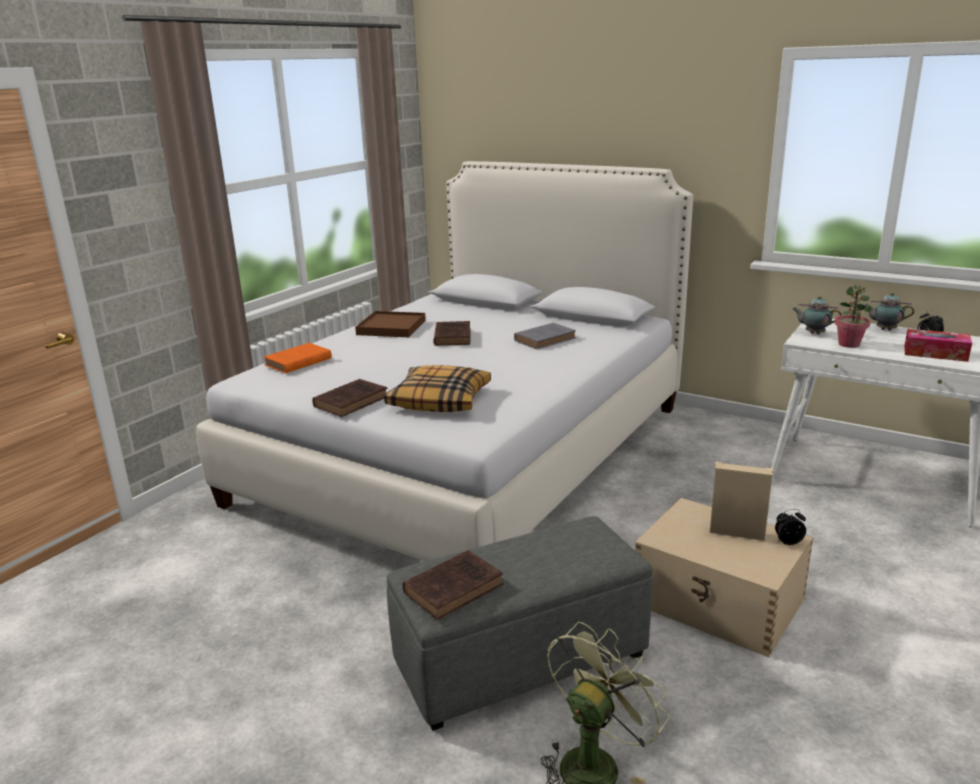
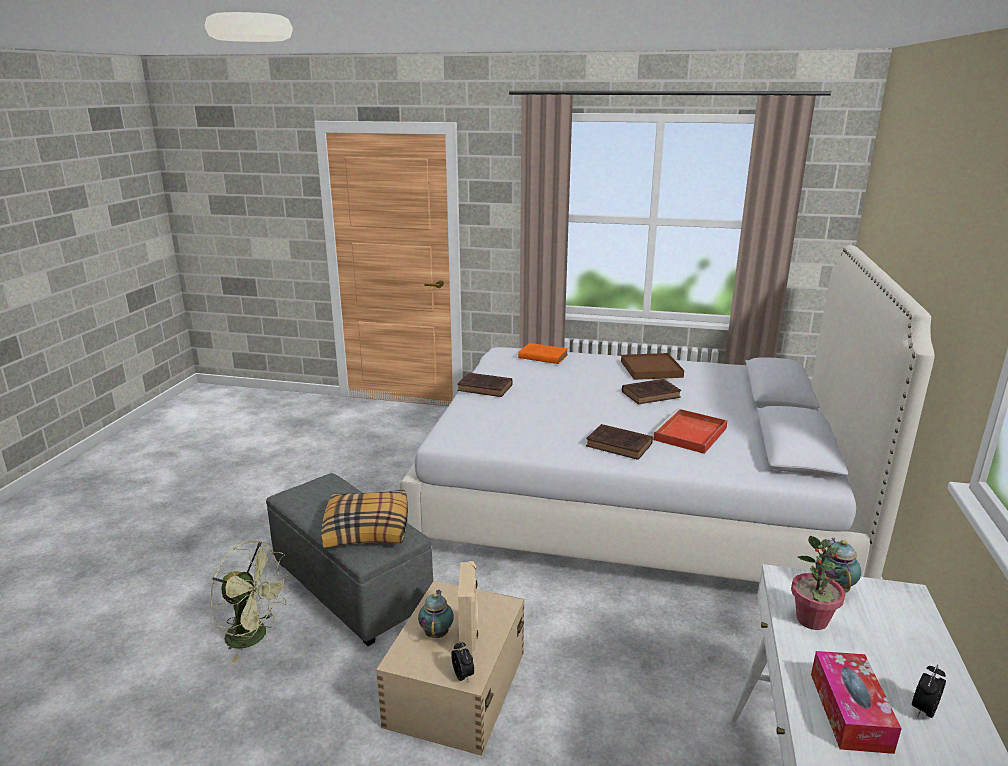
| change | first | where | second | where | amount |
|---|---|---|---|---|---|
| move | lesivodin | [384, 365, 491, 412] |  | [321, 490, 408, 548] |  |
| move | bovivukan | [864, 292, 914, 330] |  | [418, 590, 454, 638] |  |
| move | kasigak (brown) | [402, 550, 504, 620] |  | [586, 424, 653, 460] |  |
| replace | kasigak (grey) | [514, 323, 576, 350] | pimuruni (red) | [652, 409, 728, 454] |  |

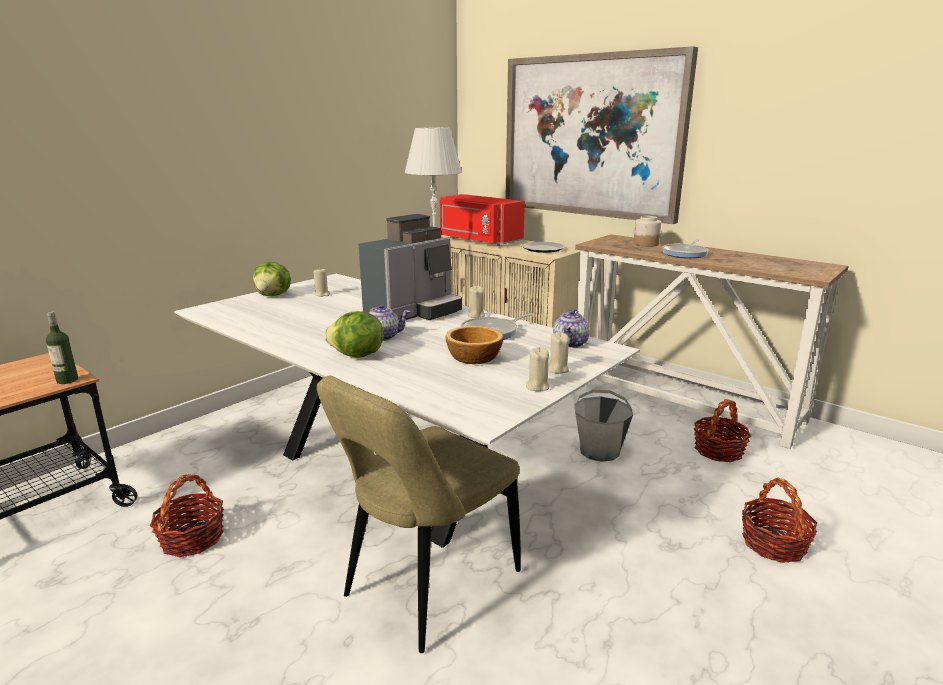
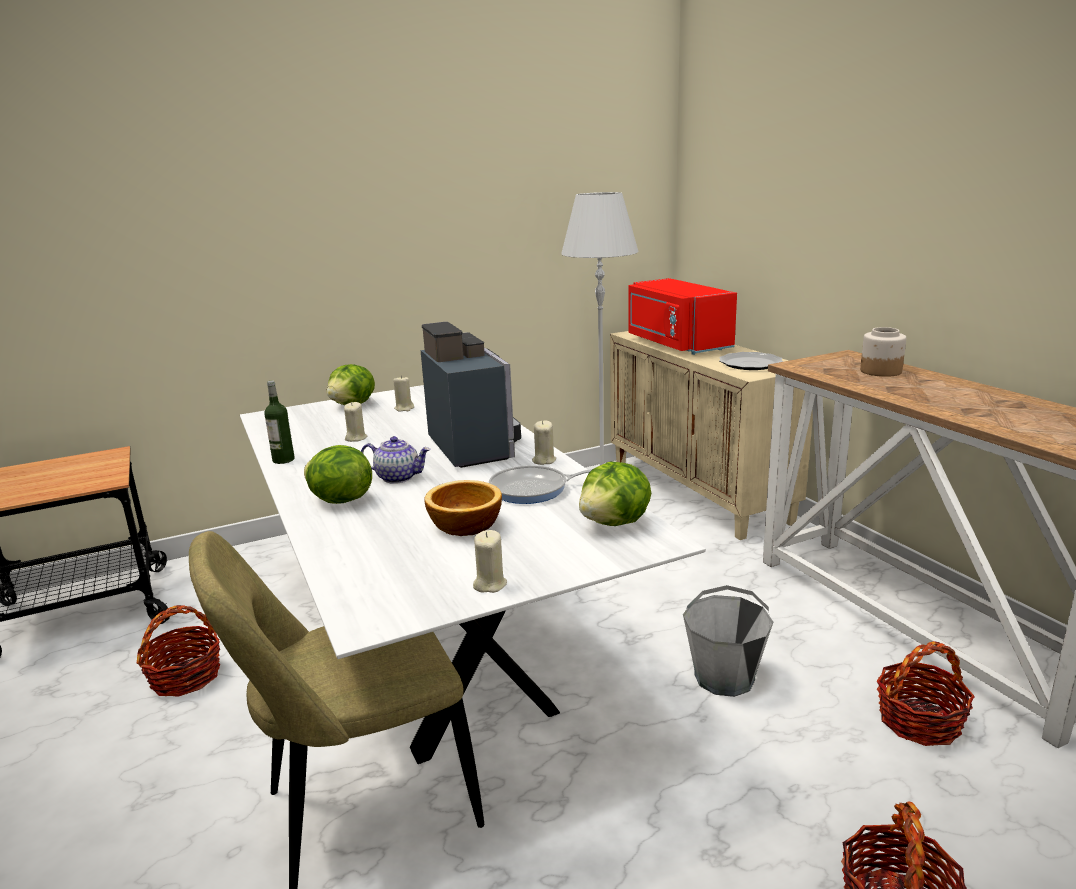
| change | first | where | second | where | amount |
|---|---|---|---|---|---|
| move | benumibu | [46, 311, 78, 384] |  | [264, 381, 295, 464] |  |
| move | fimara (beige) | [548, 332, 569, 374] |  | [344, 402, 367, 442] |  |
| rotate | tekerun | [359, 214, 462, 320] |  | [421, 322, 521, 468] | 90 degrees counterclockwise |
| replace | bovivukan | [553, 310, 590, 348] | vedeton | [579, 462, 651, 526] |  |
| delete | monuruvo | [505, 46, 698, 224] |  |  |  |
| delete | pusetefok | [662, 239, 709, 258] |  |  |  |

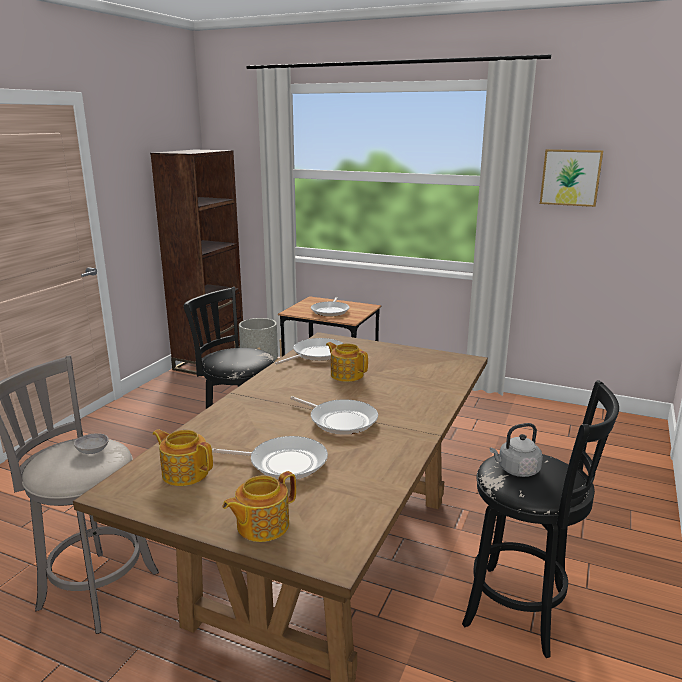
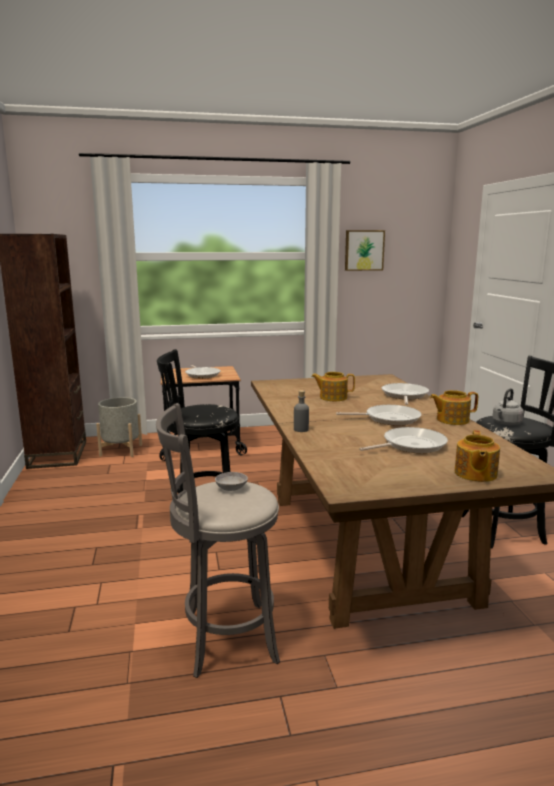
| change | first | where | second | where | amount |
|---|---|---|---|---|---|
| insert |  |  | benumibu (grey) | [294, 390, 309, 432] |  |
| move | pusetefok | [275, 338, 344, 365] |  | [382, 383, 429, 405] |  |
| move | bovivukan | [152, 429, 213, 486] |  | [430, 390, 478, 425] |  |

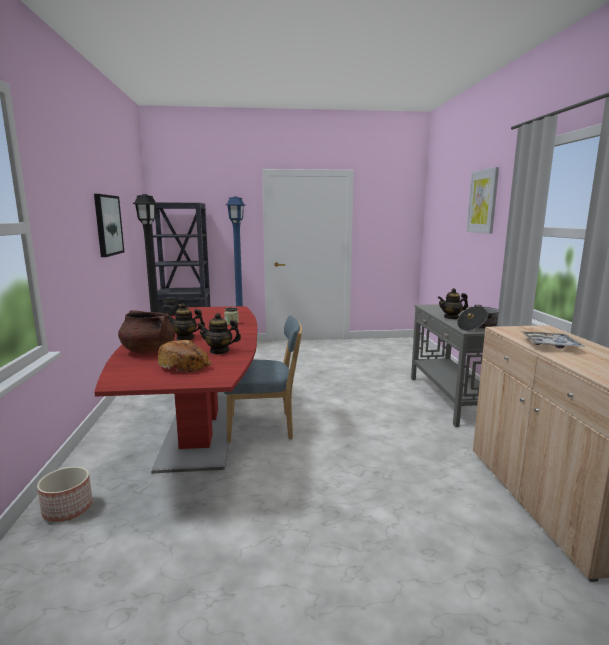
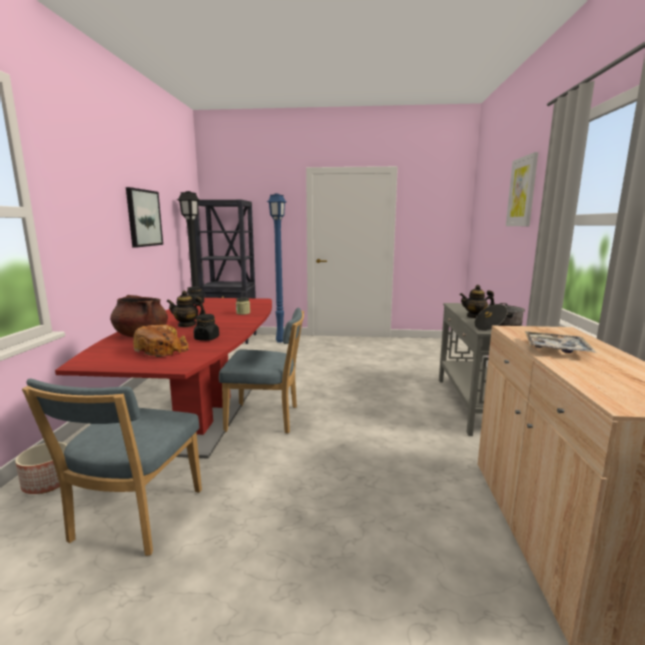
| change | first | where | second | where | amount |
|---|---|---|---|---|---|
| insert |  |  | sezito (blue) | [22, 379, 202, 556] |  |
| replace | bovivukan | [198, 313, 241, 354] | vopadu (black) | [194, 314, 219, 341] |  |

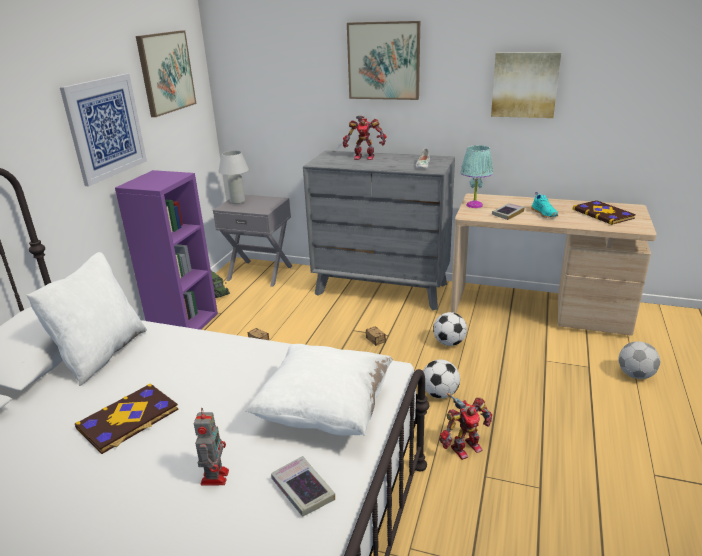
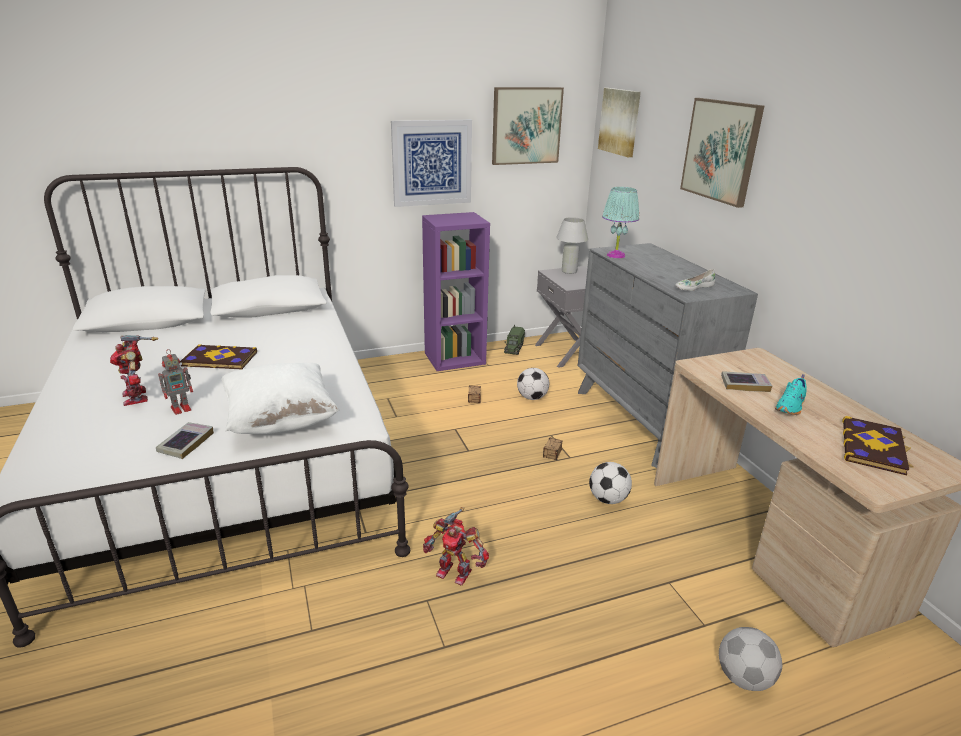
| change | first | where | second | where | amount |
|---|---|---|---|---|---|
| move | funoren | [343, 116, 387, 160] |  | [110, 335, 158, 406] |  |
| move | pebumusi | [423, 359, 460, 398] |  | [517, 368, 549, 400] |  |
| move | monuruvo | [491, 52, 561, 118] |  | [598, 88, 641, 157] |  |
| move | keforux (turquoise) | [461, 145, 493, 208] |  | [602, 187, 639, 258] |  |
| delete | lesivodin (white) | [26, 252, 147, 386] |  |  |  |

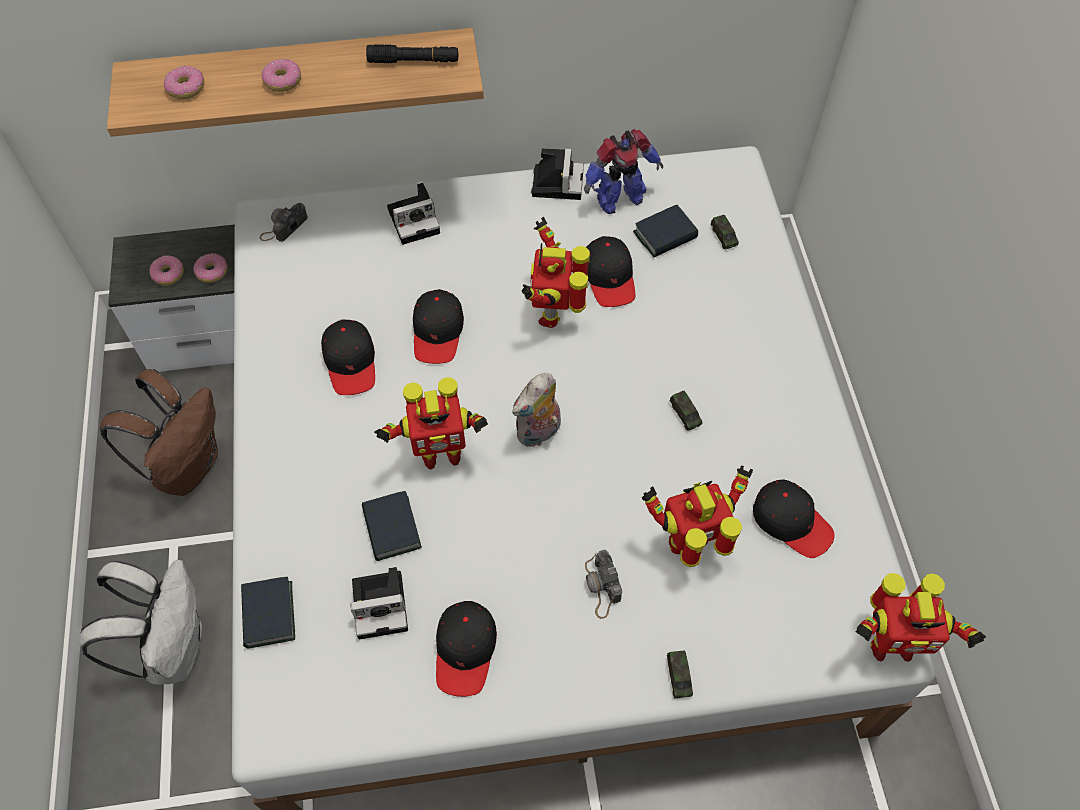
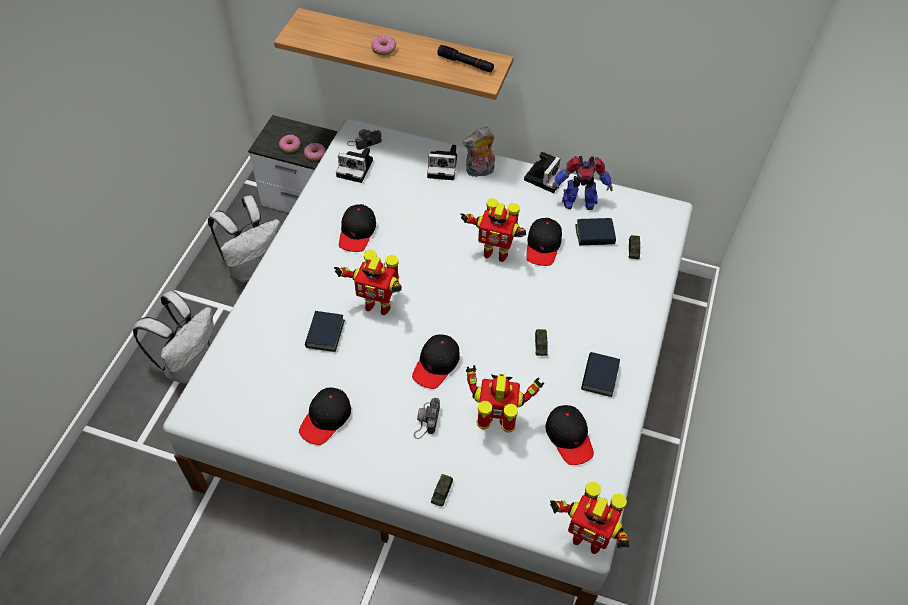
| change | first | where | second | where | amount |
|---|---|---|---|---|---|
| recolor | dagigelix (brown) | [100, 369, 218, 496] | dagigelix (white) | [208, 196, 281, 282] |  |
| move | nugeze | [350, 567, 408, 640] |  | [336, 147, 373, 183] |  |
| move | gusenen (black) | [413, 289, 464, 364] |  | [412, 334, 460, 389] |  |
| rotate | funoren | [522, 217, 590, 328] |  | [460, 198, 526, 262] | 105 degrees counterclockwise |
| move | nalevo | [513, 373, 561, 447] |  | [463, 127, 495, 177] |  |
| move | kasigak | [241, 577, 295, 649] |  | [581, 352, 620, 397] |  |
| delete | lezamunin | [164, 66, 204, 99] |  |  |  |

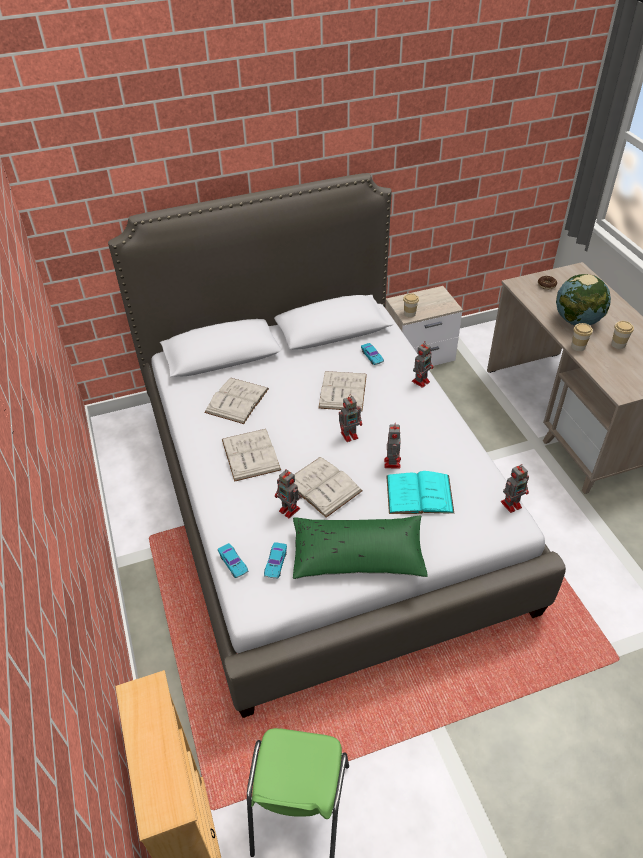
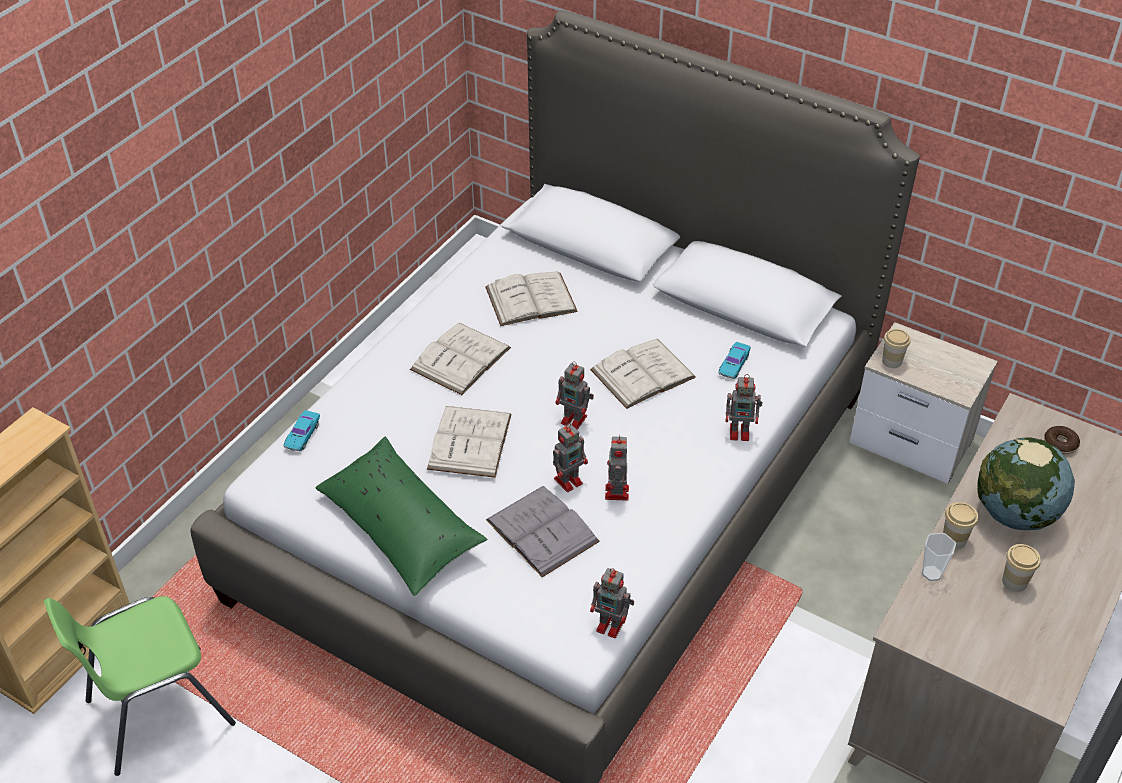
| change | first | where | second | where | amount |
|---|---|---|---|---|---|
| recolor | kasigak (turquoise) | [386, 471, 454, 514] | kasigak (grey) | [486, 486, 600, 577] |  |
| move | funoren | [275, 469, 302, 518] |  | [605, 434, 629, 501] |  |
| insert |  |  | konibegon | [922, 533, 956, 581] |  |
| delete | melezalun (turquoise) | [264, 542, 287, 578] |  |  |  |

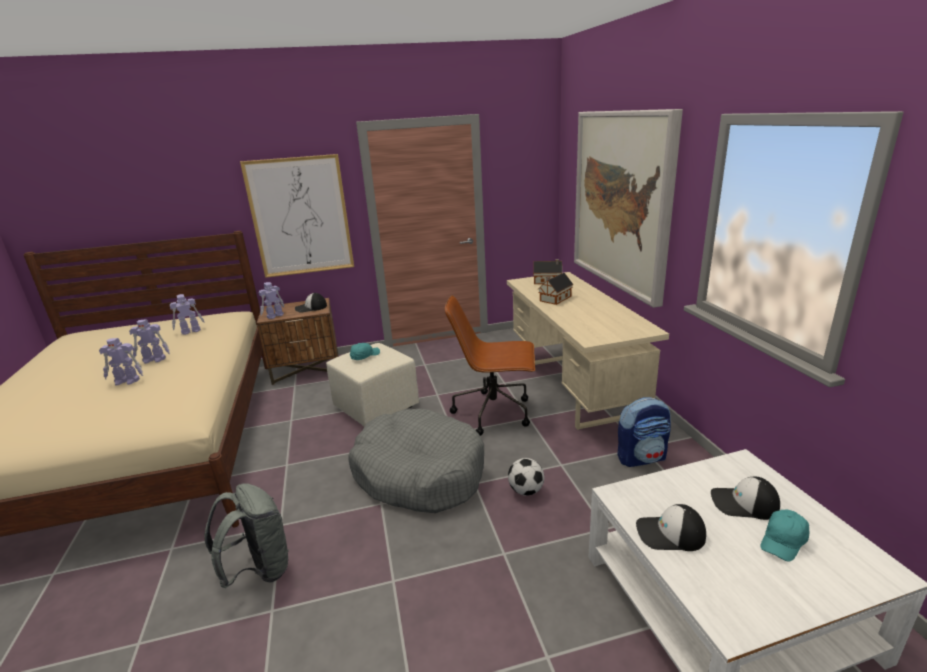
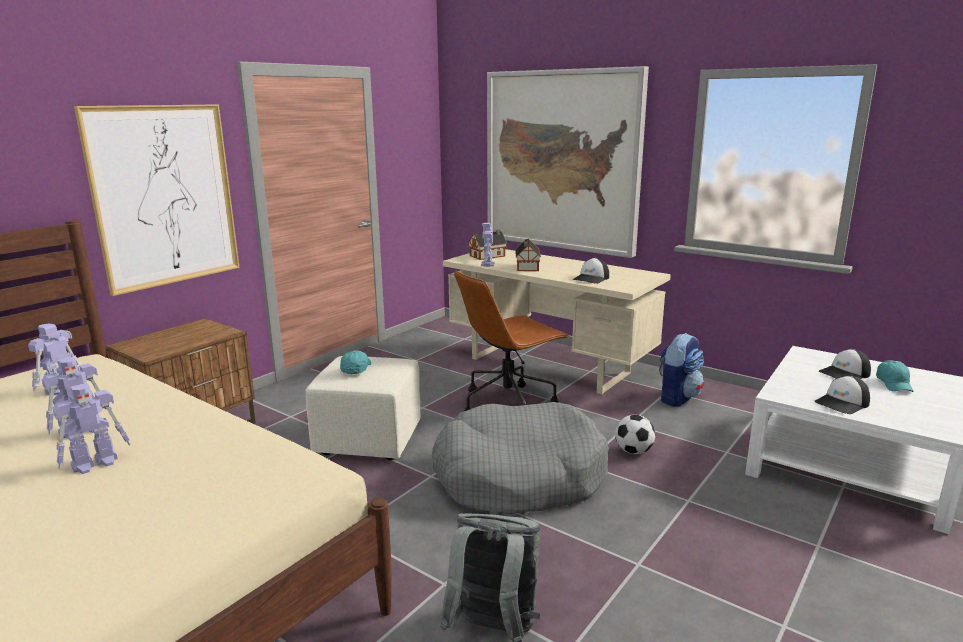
| change | first | where | second | where | amount |
|---|---|---|---|---|---|
| move | funoren | [258, 282, 284, 319] |  | [481, 223, 495, 267] |  |
| move | gusenen | [295, 293, 327, 313] |  | [573, 258, 609, 284] |  |

